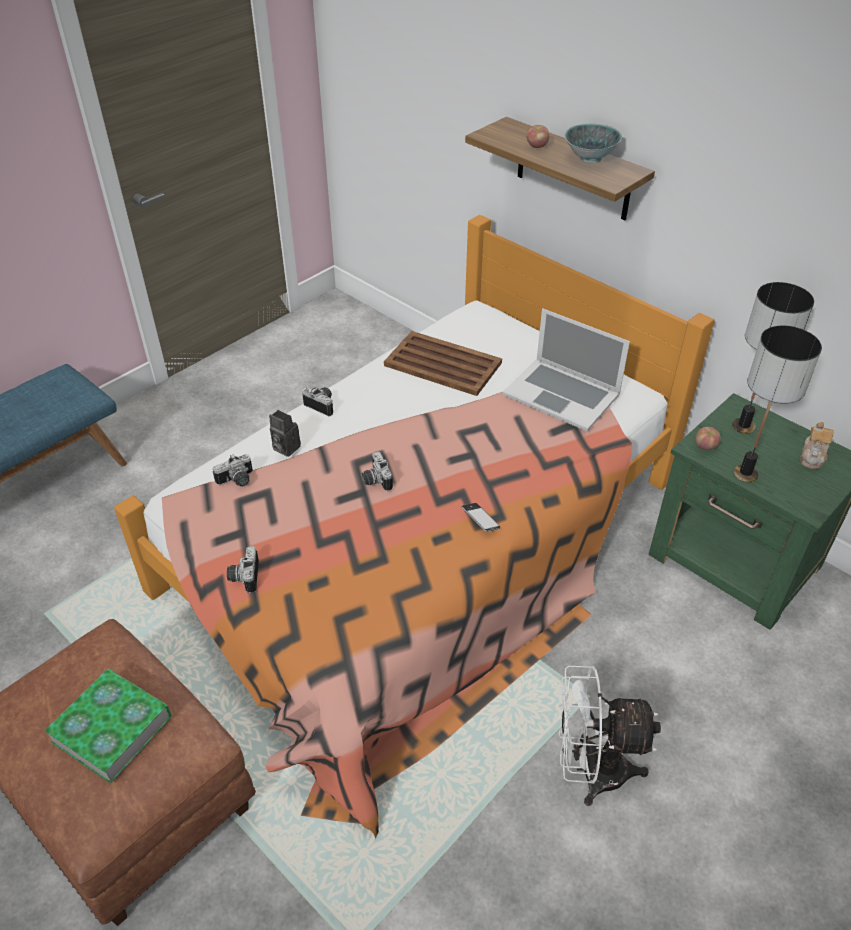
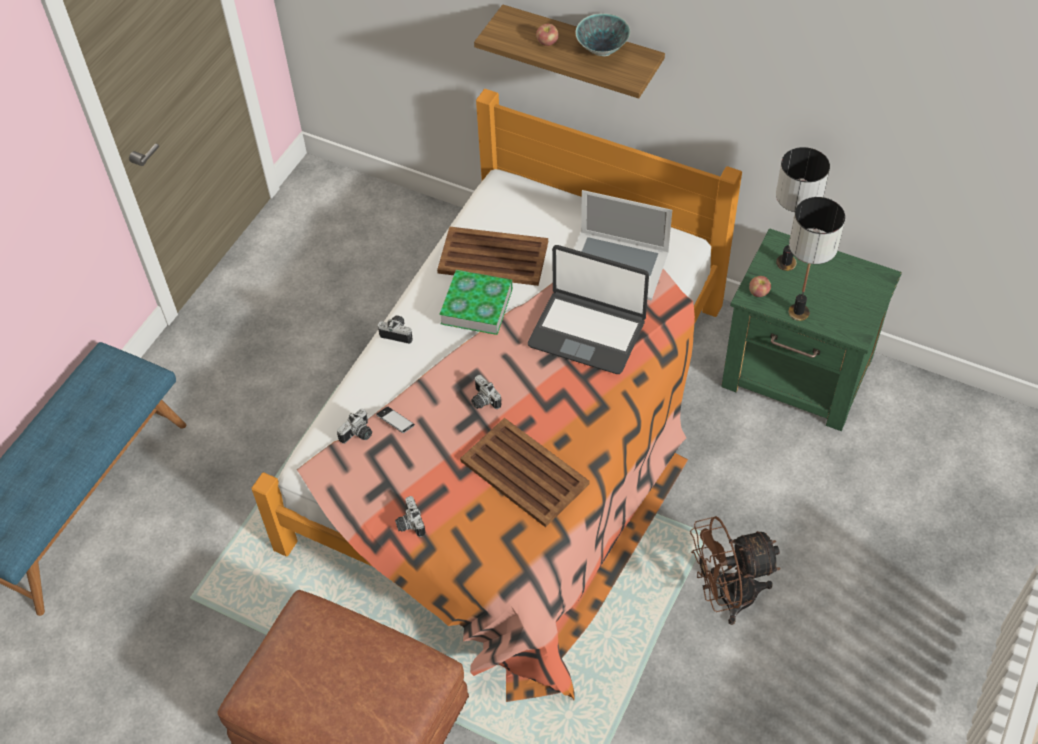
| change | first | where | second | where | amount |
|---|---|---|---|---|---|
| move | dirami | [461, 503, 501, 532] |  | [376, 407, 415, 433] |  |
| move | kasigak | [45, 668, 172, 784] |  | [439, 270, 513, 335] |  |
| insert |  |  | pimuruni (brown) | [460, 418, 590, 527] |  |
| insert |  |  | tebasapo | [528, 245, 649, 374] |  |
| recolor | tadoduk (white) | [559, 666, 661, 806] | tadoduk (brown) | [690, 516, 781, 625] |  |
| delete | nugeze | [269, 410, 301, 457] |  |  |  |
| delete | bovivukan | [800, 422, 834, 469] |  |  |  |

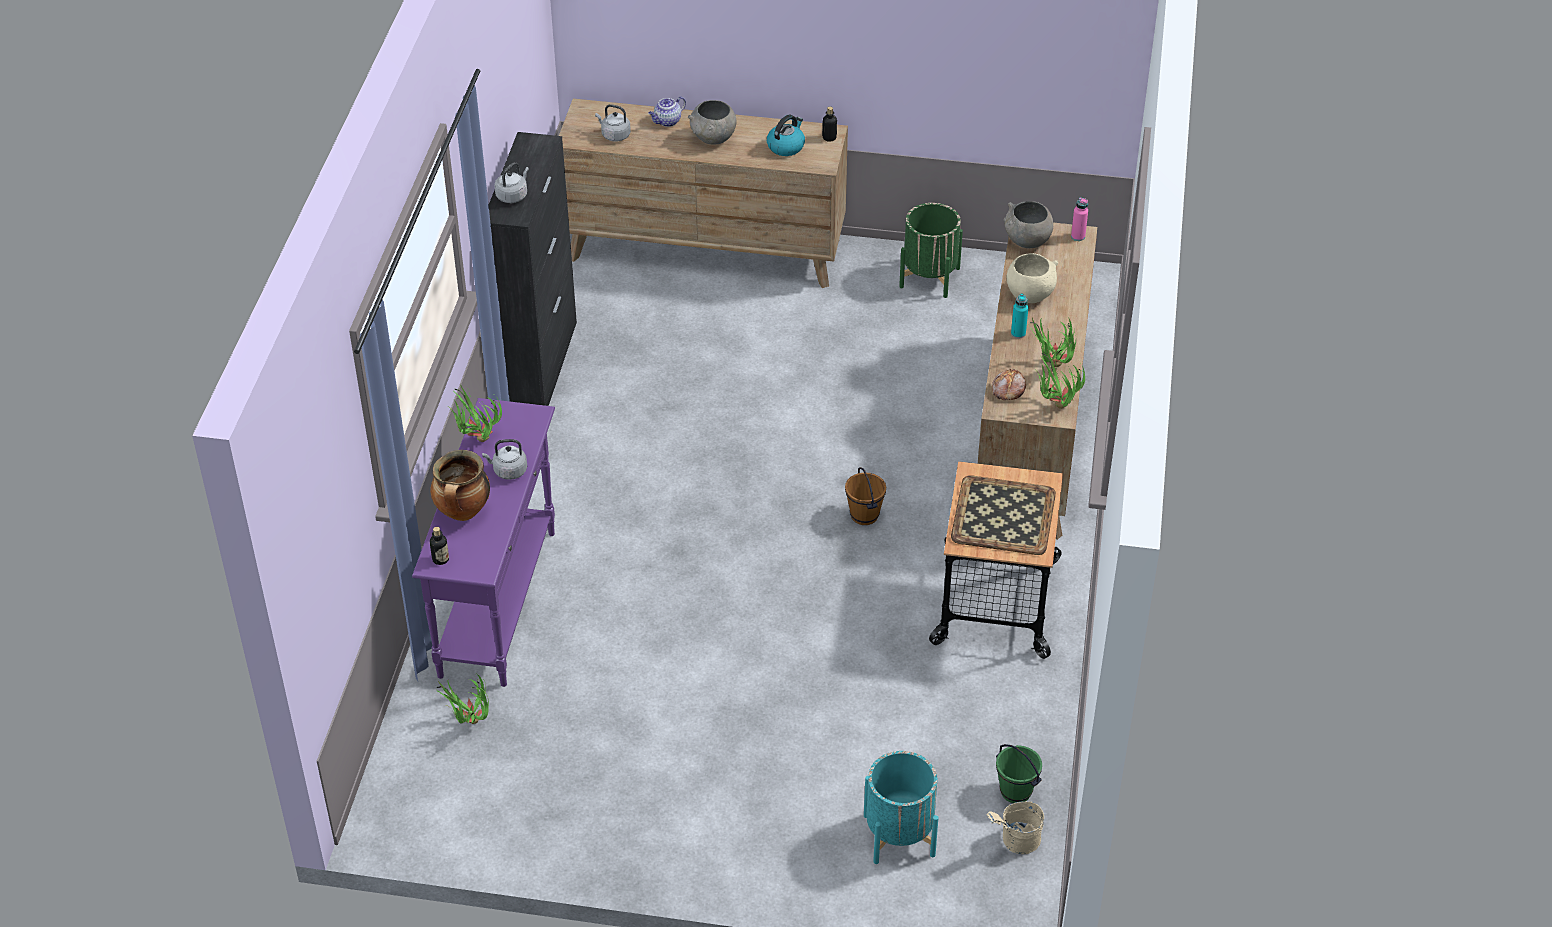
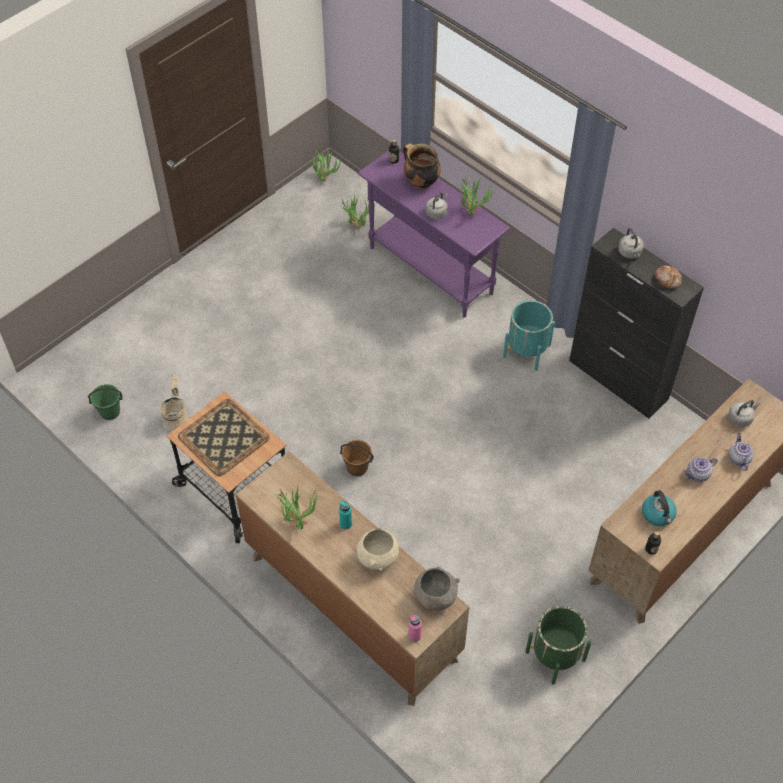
| change | first | where | second | where | amount |
|---|---|---|---|---|---|
| move | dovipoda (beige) | [987, 801, 1044, 854] |  | [160, 374, 188, 431] |  |
| move | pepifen | [1036, 349, 1085, 409] |  | [312, 146, 342, 182] |  |
| move | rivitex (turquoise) | [864, 751, 938, 864] |  | [503, 300, 555, 371] |  |
| move | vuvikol | [992, 369, 1026, 400] |  | [655, 266, 682, 289] |  |
| replace | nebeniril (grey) | [688, 100, 736, 145] | bovivukan | [684, 457, 718, 482] |  |

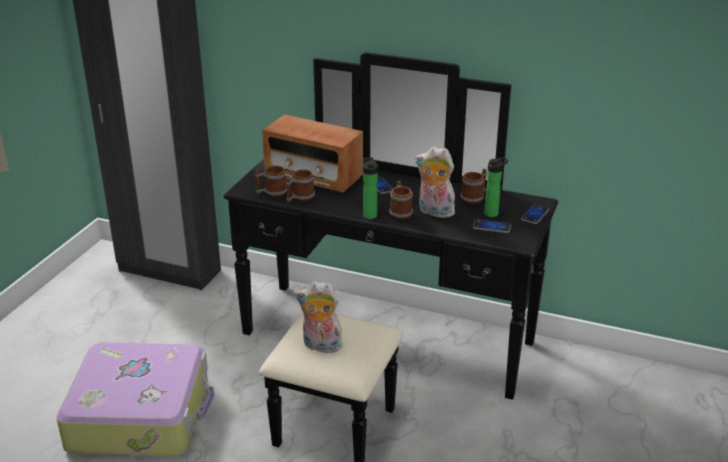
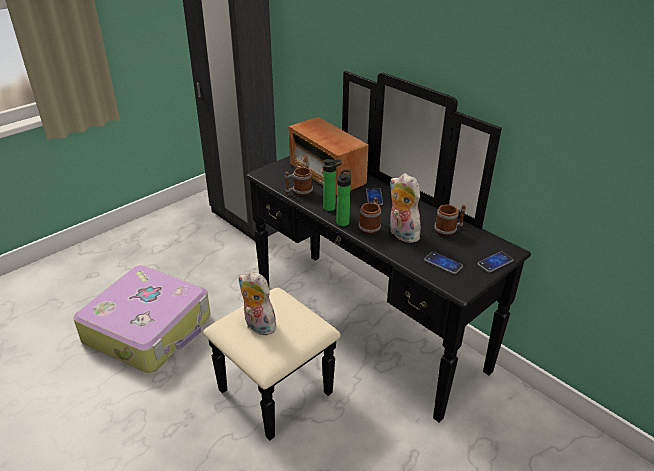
| change | first | where | second | where | amount |
|---|---|---|---|---|---|
| move | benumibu | [484, 157, 508, 217] |  | [323, 159, 342, 211] |  |
| delete | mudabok | [255, 166, 287, 198] |  |  |  |

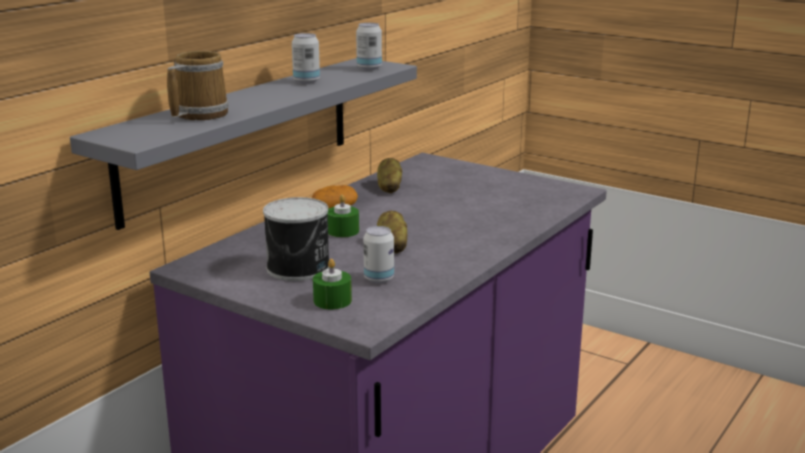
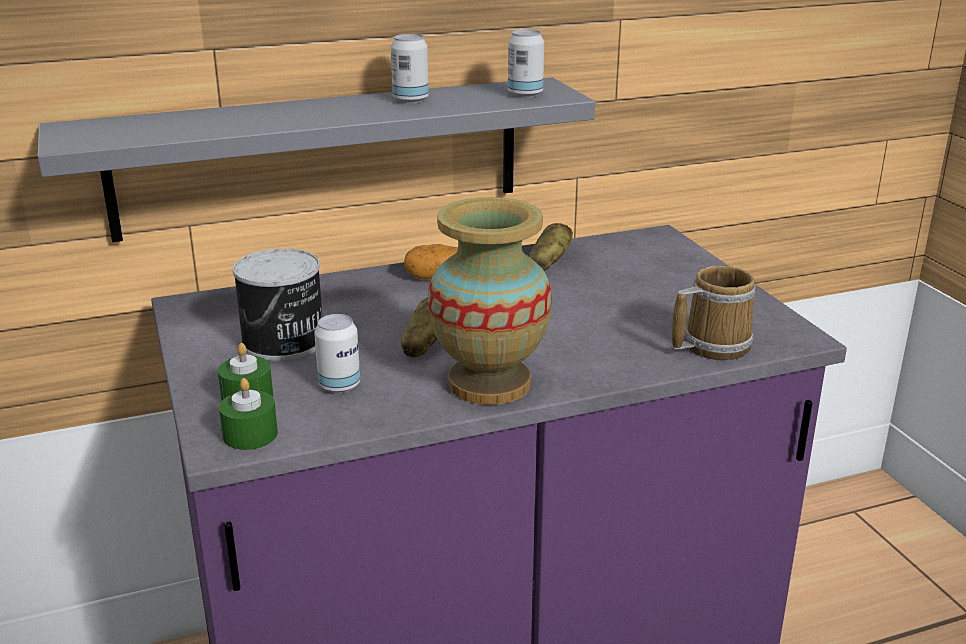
| change | first | where | second | where | amount |
|---|---|---|---|---|---|
| move | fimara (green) | [328, 195, 359, 237] |  | [219, 378, 278, 450] |  |
| insert |  |  | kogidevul | [428, 197, 552, 405] |  |
| move | mudabok | [167, 51, 229, 120] |  | [672, 266, 755, 360] |  |

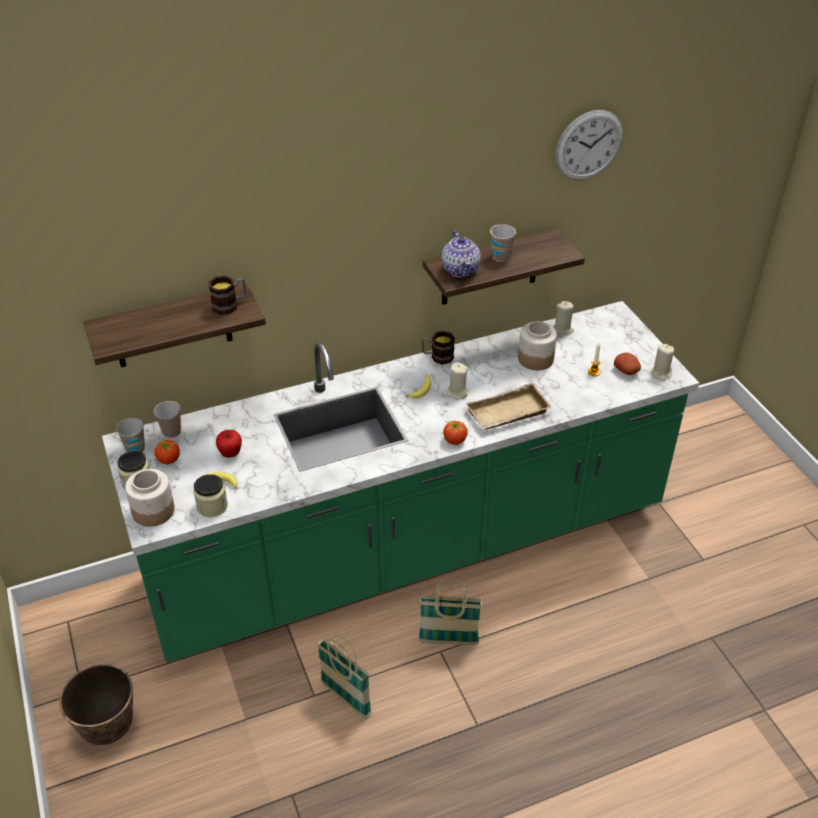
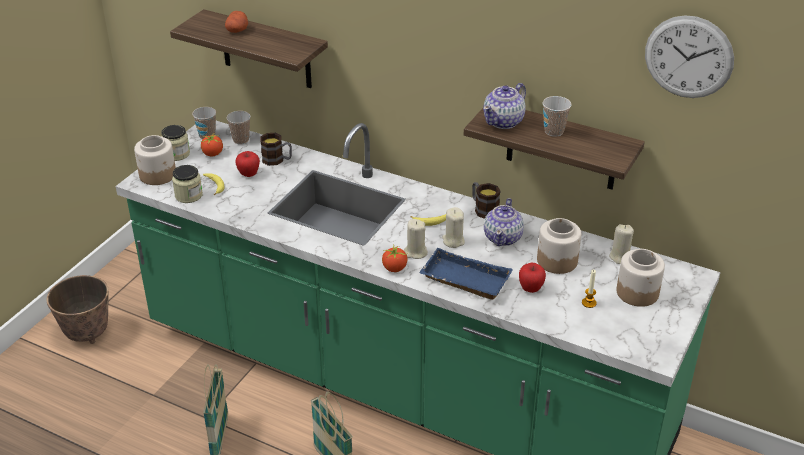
| change | first | where | second | where | amount |
|---|---|---|---|---|---|
| move | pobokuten | [614, 352, 641, 375] |  | [225, 11, 248, 33] |  |
| move | mudabok | [209, 276, 246, 315] |  | [260, 133, 292, 166] |  |
| move | fimara (beige) | [651, 344, 674, 381] |  | [404, 219, 428, 259] |  |
| recolor | pimuruni (beige) | [466, 382, 552, 430] | pimuruni (blue) | [419, 248, 513, 300] |  |
| insert |  |  | bovivukan | [484, 198, 524, 246] |  |
| insert |  |  | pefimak | [519, 263, 546, 293] |  |
| insert |  |  | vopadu | [617, 249, 665, 307] |  |

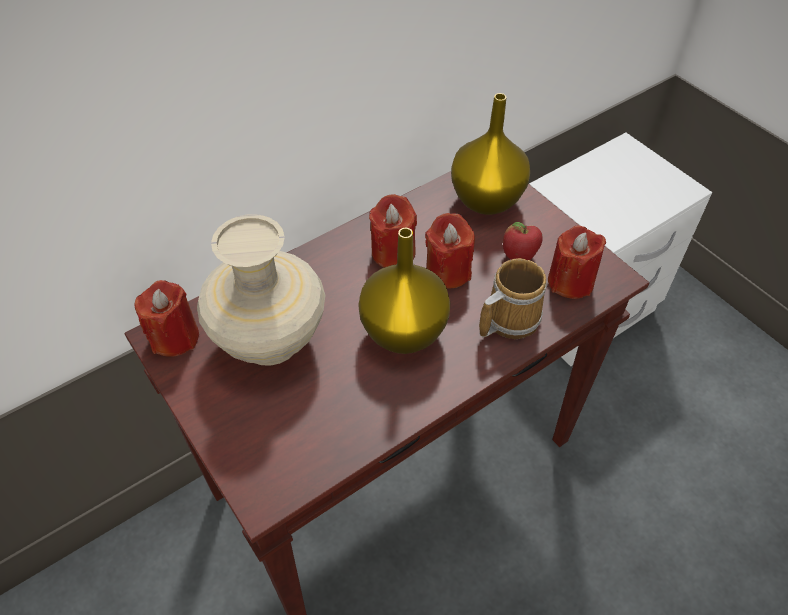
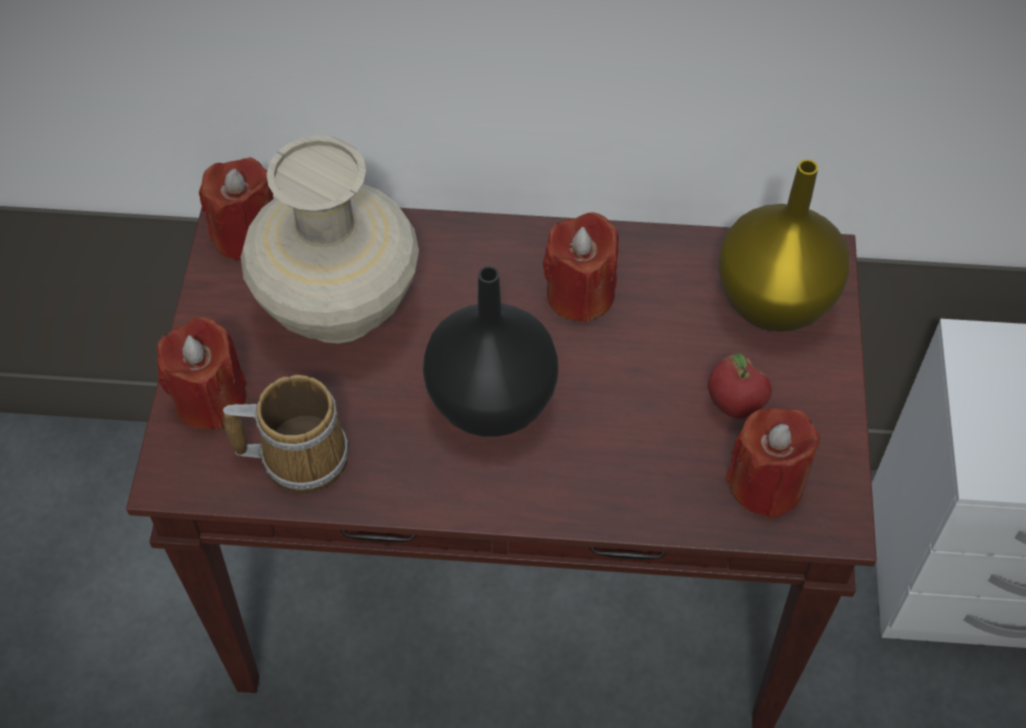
| change | first | where | second | where | amount |
|---|---|---|---|---|---|
| move | fimara (red) | [425, 213, 475, 289] |  | [157, 317, 247, 430] |  |
| move | mudabok | [479, 258, 547, 339] |  | [223, 375, 348, 494] |  |
| recolor | kogidevul (yellow) | [358, 228, 450, 354] | kogidevul (black) | [423, 266, 558, 437] |  |

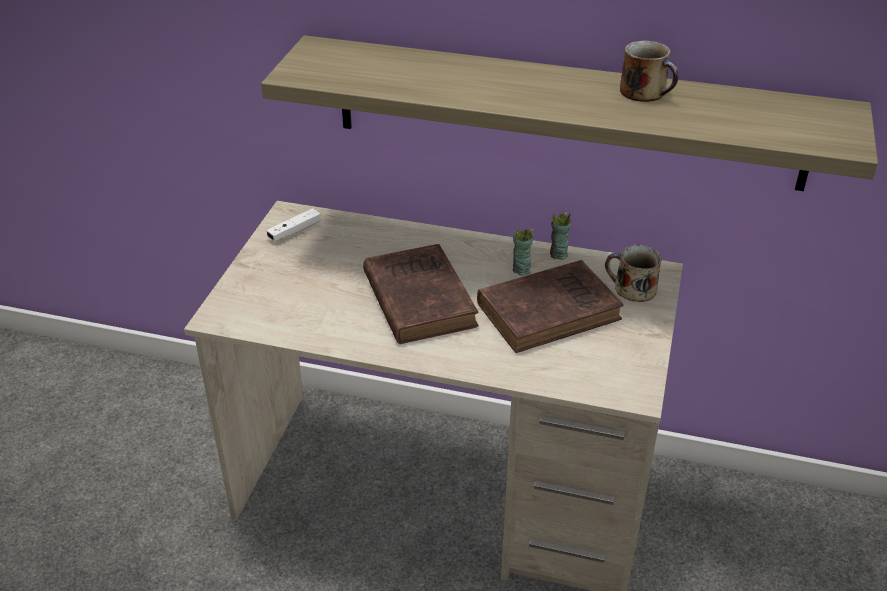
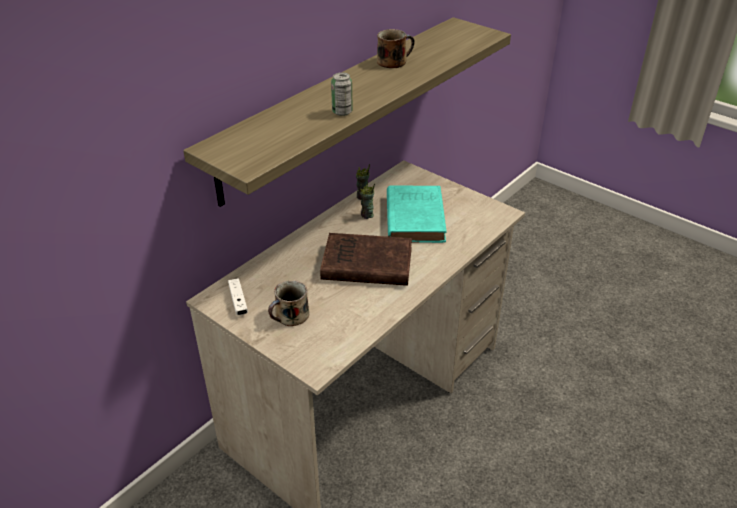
| change | first | where | second | where | amount |
|---|---|---|---|---|---|
| move | mudabok | [605, 245, 662, 302] |  | [268, 280, 309, 326] |  |
| insert |  |  | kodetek | [331, 72, 353, 116] |  |
| recolor | kasigak (brown) | [477, 260, 624, 353] | kasigak (turquoise) | [387, 185, 447, 243] |  |

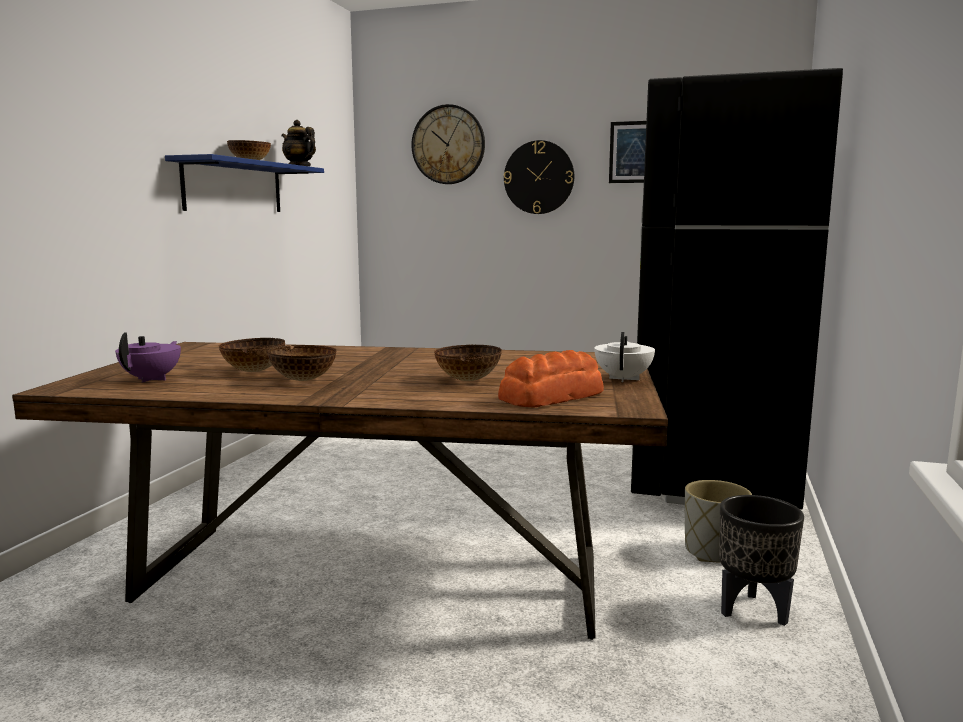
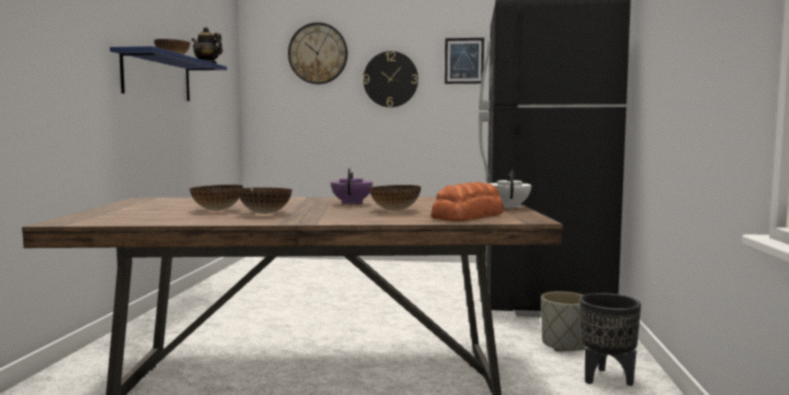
| change | first | where | second | where | amount |
|---|---|---|---|---|---|
| move | bovivukan (purple) | [115, 332, 181, 383] |  | [331, 168, 373, 205] |  |

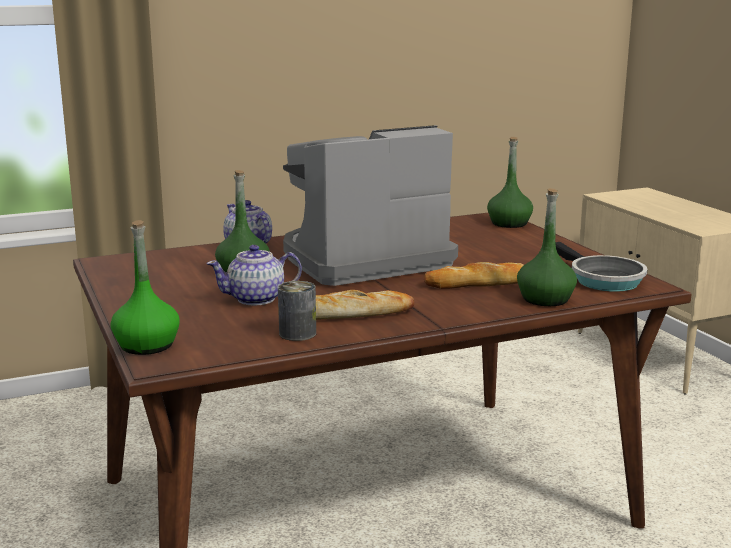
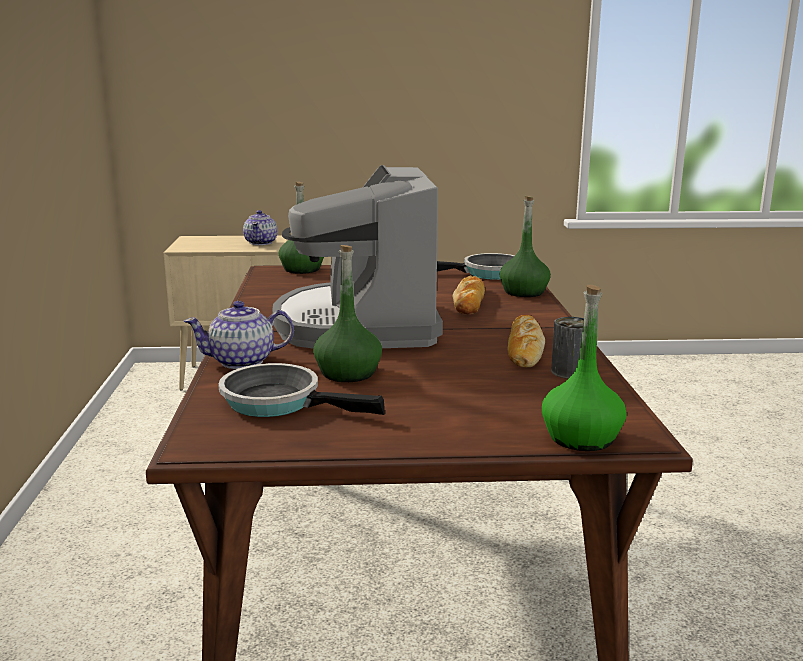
| change | first | where | second | where | amount |
|---|---|---|---|---|---|
| insert |  |  | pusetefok | [218, 363, 385, 417] |  |
| move | bovivukan | [206, 245, 302, 306] |  | [243, 210, 277, 245] |  |

